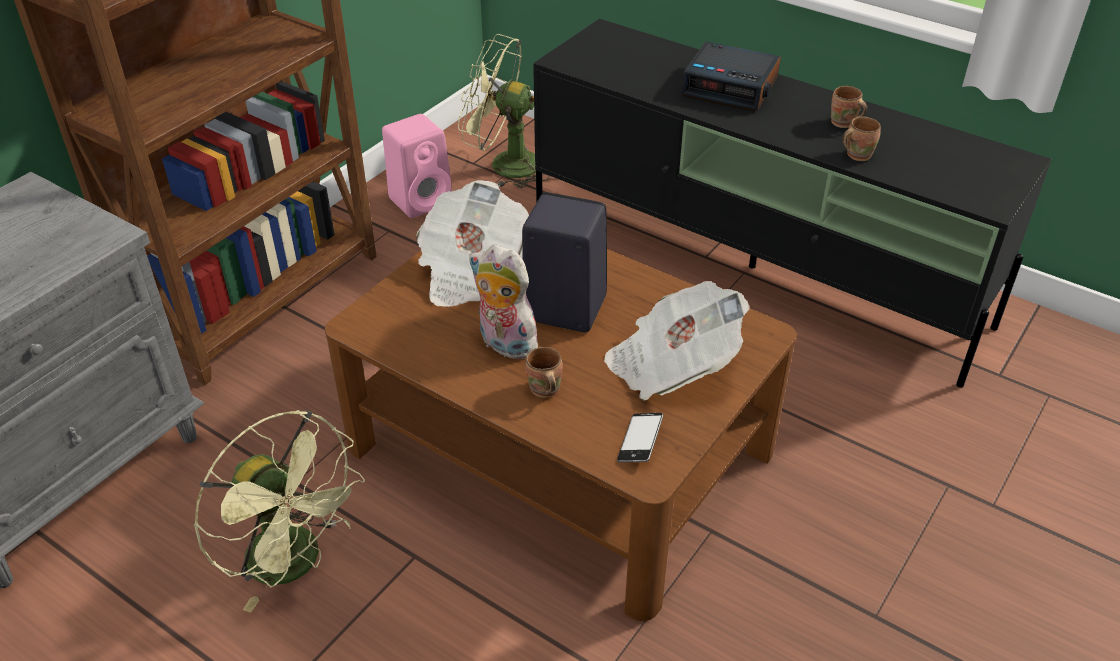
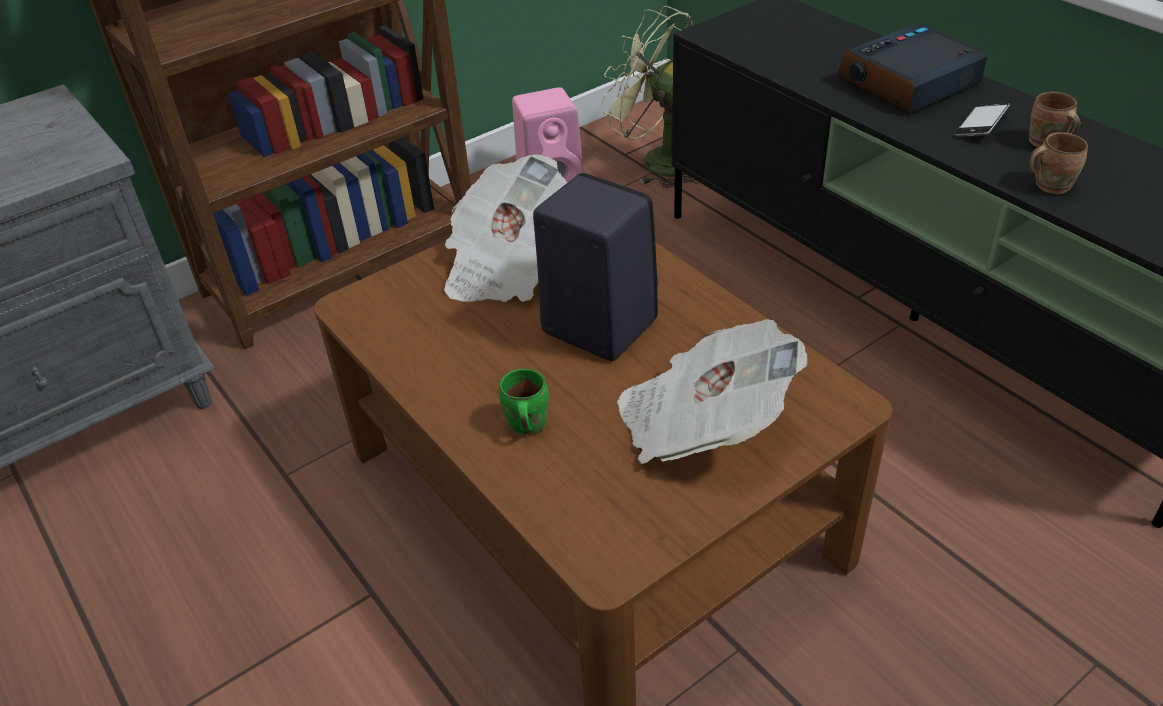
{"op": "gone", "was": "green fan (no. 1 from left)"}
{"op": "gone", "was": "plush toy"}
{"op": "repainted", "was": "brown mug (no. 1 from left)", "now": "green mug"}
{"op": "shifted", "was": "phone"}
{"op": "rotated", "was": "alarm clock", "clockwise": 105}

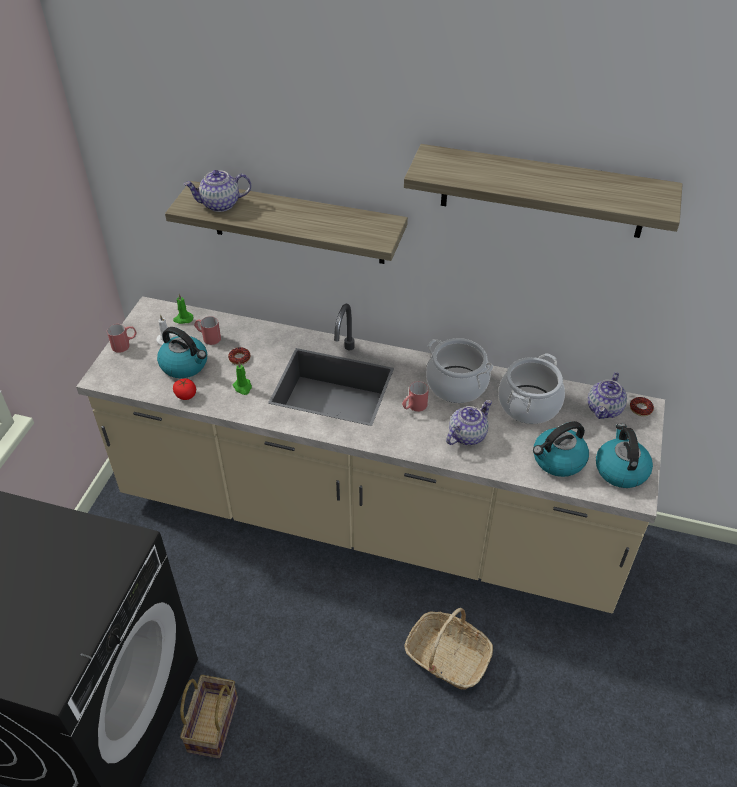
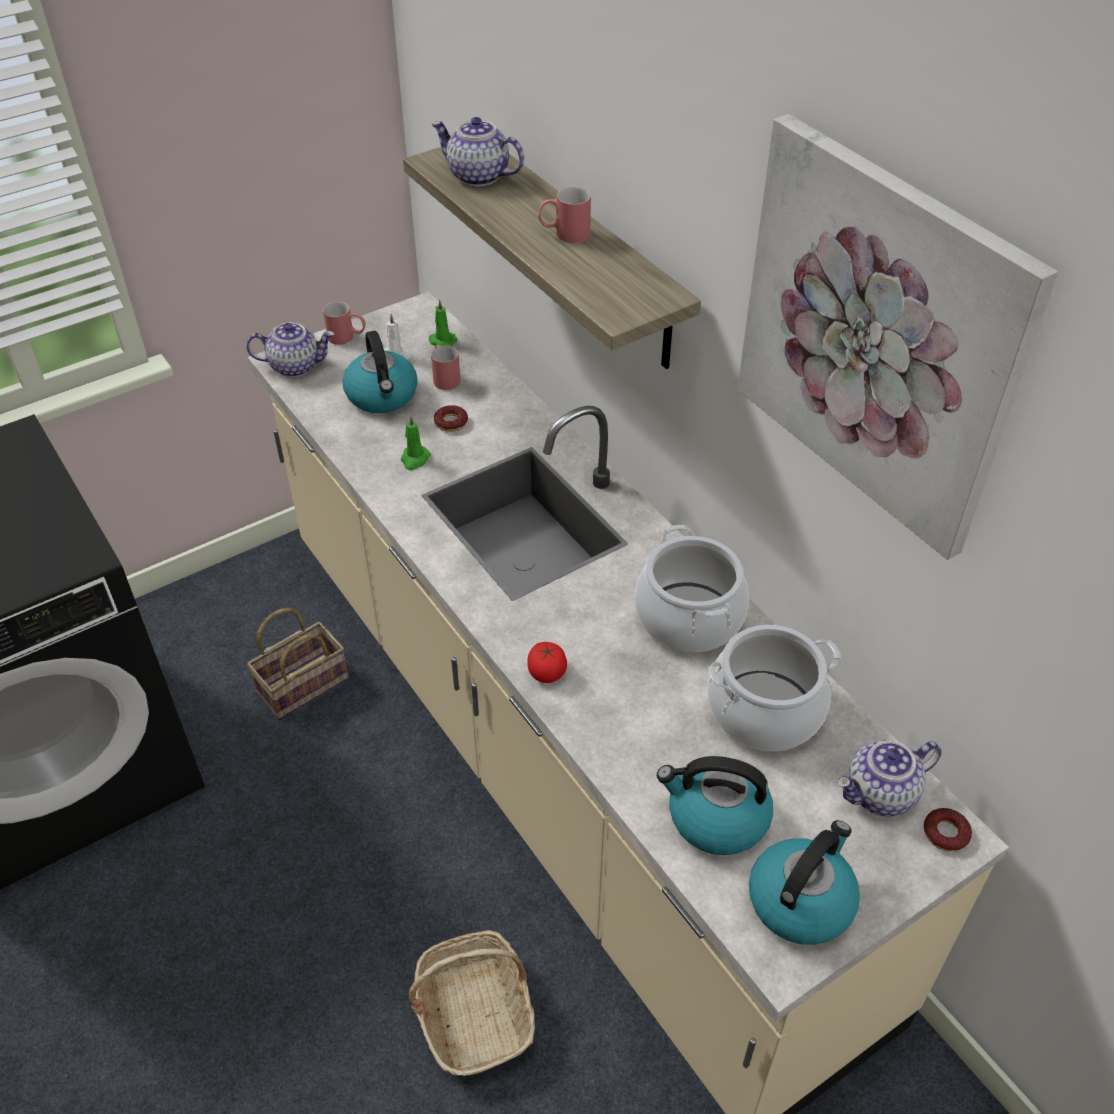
{"op": "shifted", "was": "tomato"}
{"op": "shifted", "was": "basket (no. 1 from left)"}
{"op": "shifted", "was": "red mug (no. 3 from left)"}
{"op": "swapped", "was": "shelf (no. 2 from left)", "now": "picture"}
{"op": "shifted", "was": "teapot (no. 2 from left in the first image)", "now": "teapot (no. 1 from left)"}

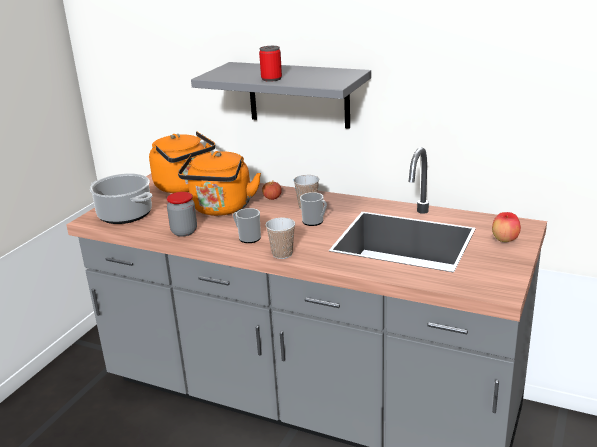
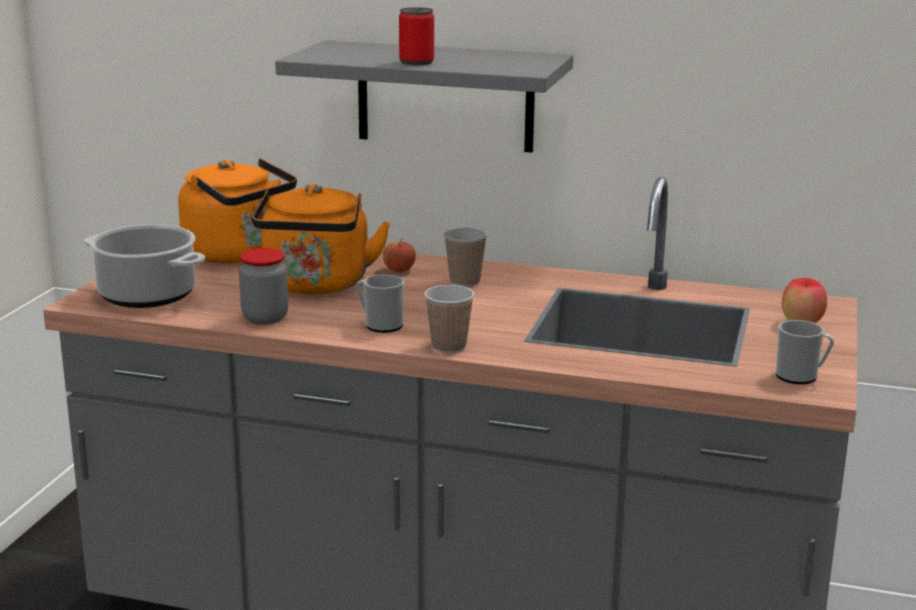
{"op": "shifted", "was": "mug (no. 2 from left)"}

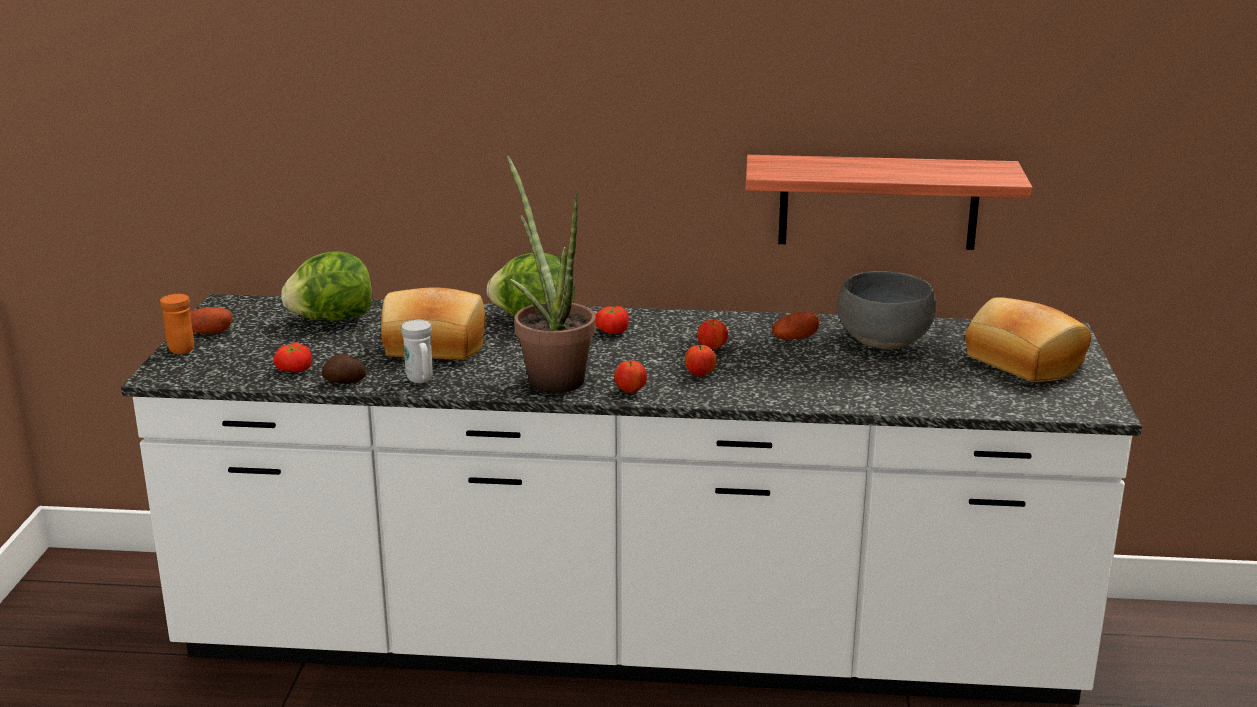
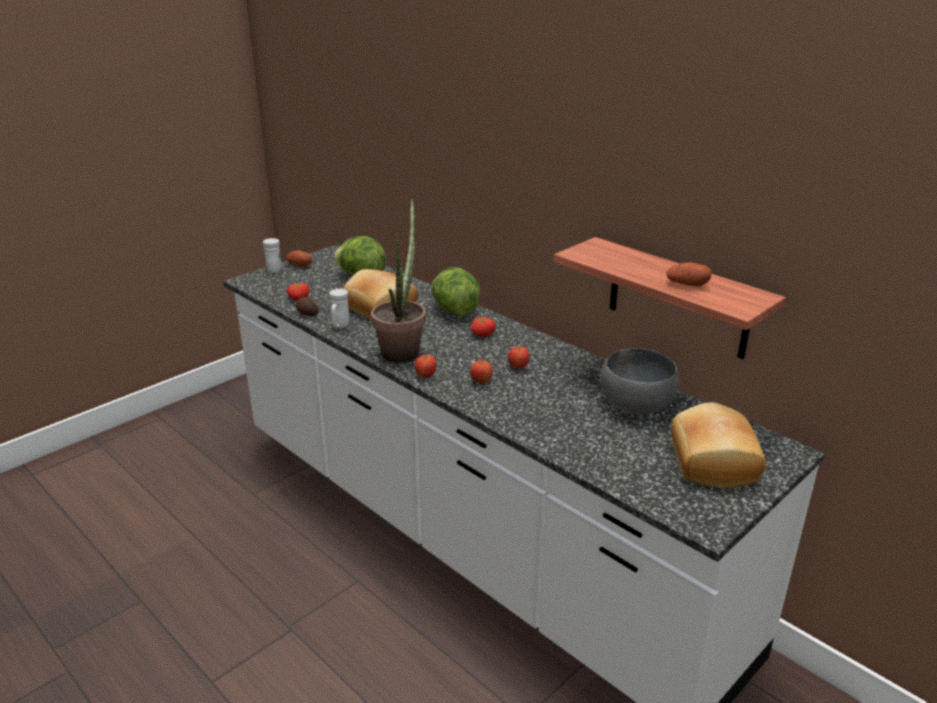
{"op": "repainted", "was": "orange mug", "now": "white mug (no. 1 from left)"}
{"op": "shifted", "was": "potato (no. 3 from left)"}

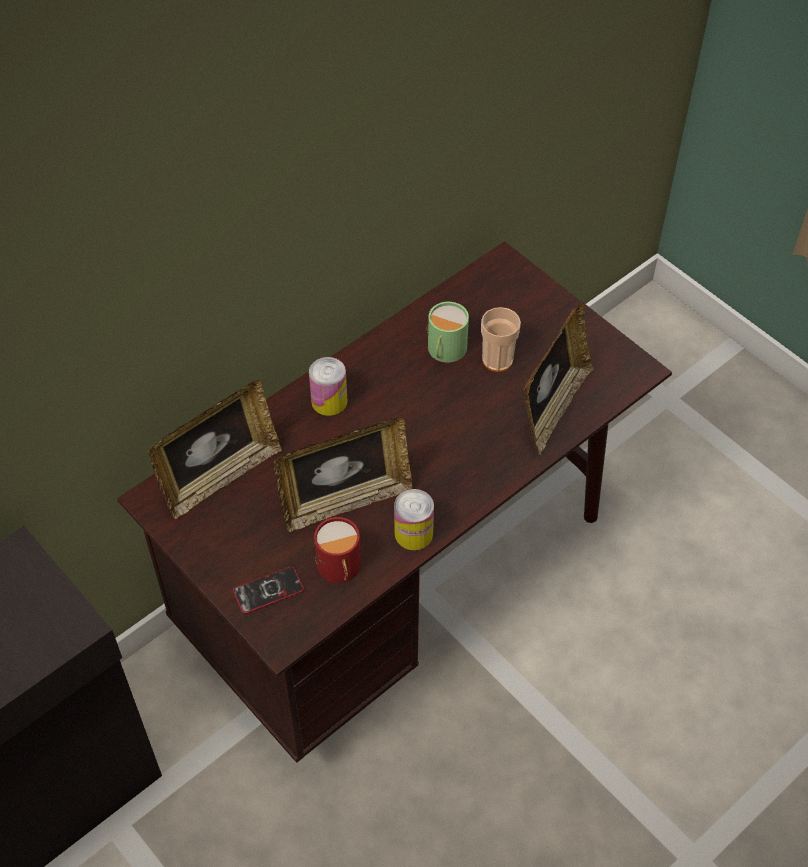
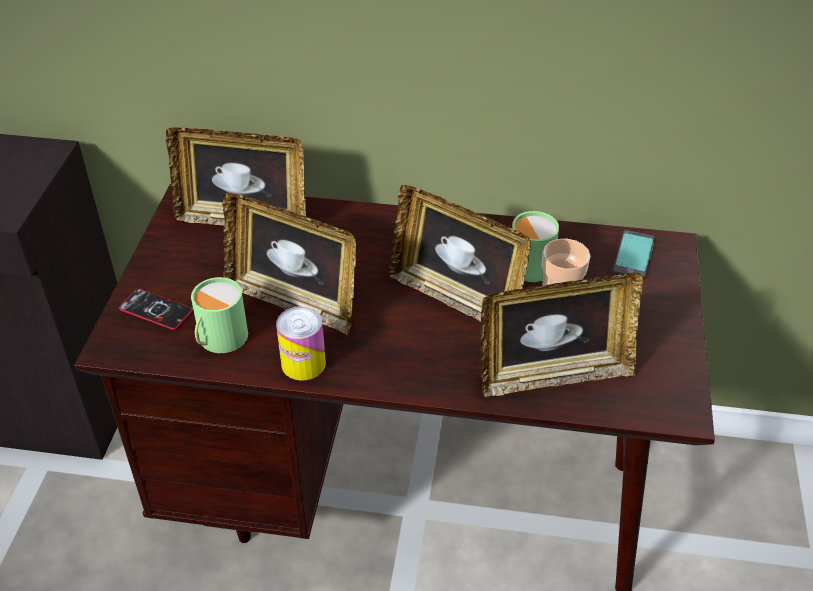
{"op": "gone", "was": "can (no. 1 from left)"}
{"op": "repainted", "was": "red mug", "now": "green mug (no. 1 from left)"}
{"op": "new", "now": "picture frame (no. 3 from left)"}
{"op": "new", "now": "phone (no. 2 from left)"}

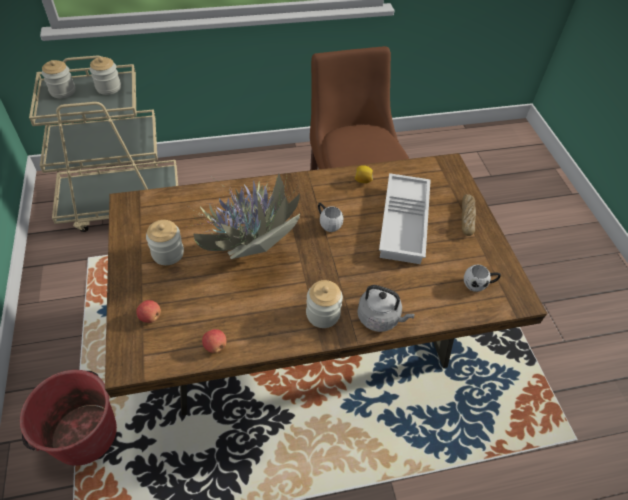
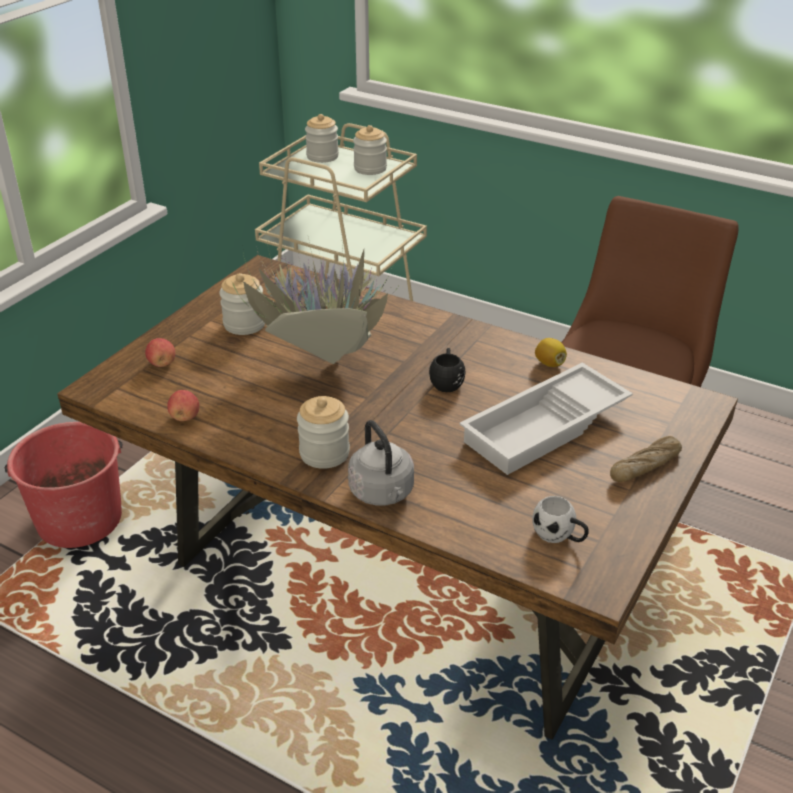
{"op": "repainted", "was": "white mug (no. 1 from left)", "now": "black mug"}

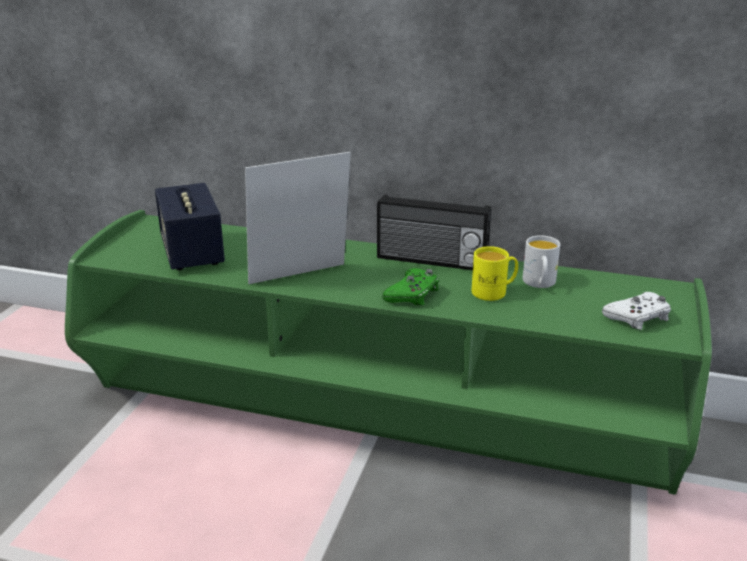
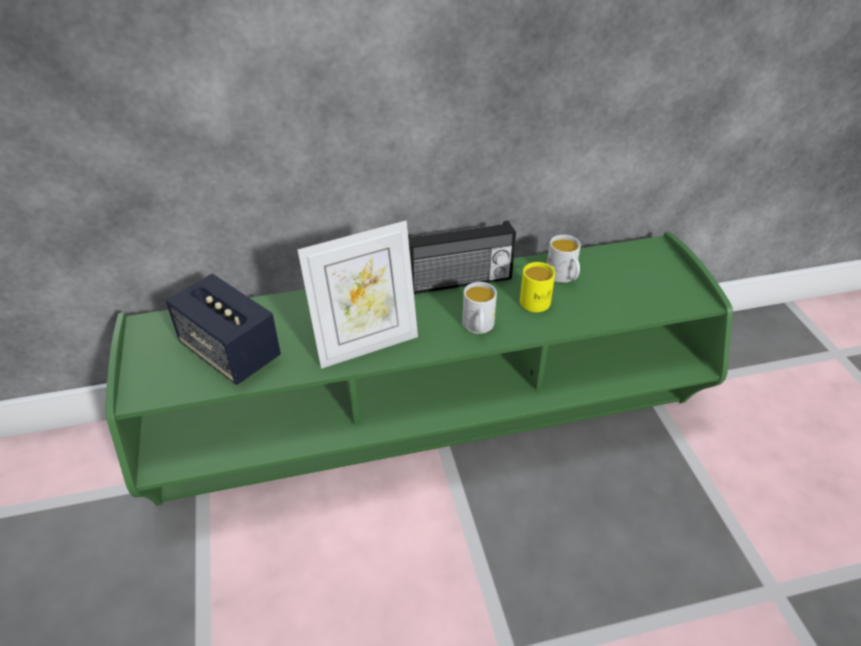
{"op": "rotated", "was": "picture frame", "clockwise": -150}
{"op": "swapped", "was": "green game controller", "now": "white mug (no. 1 from left)"}
{"op": "gone", "was": "white game controller"}

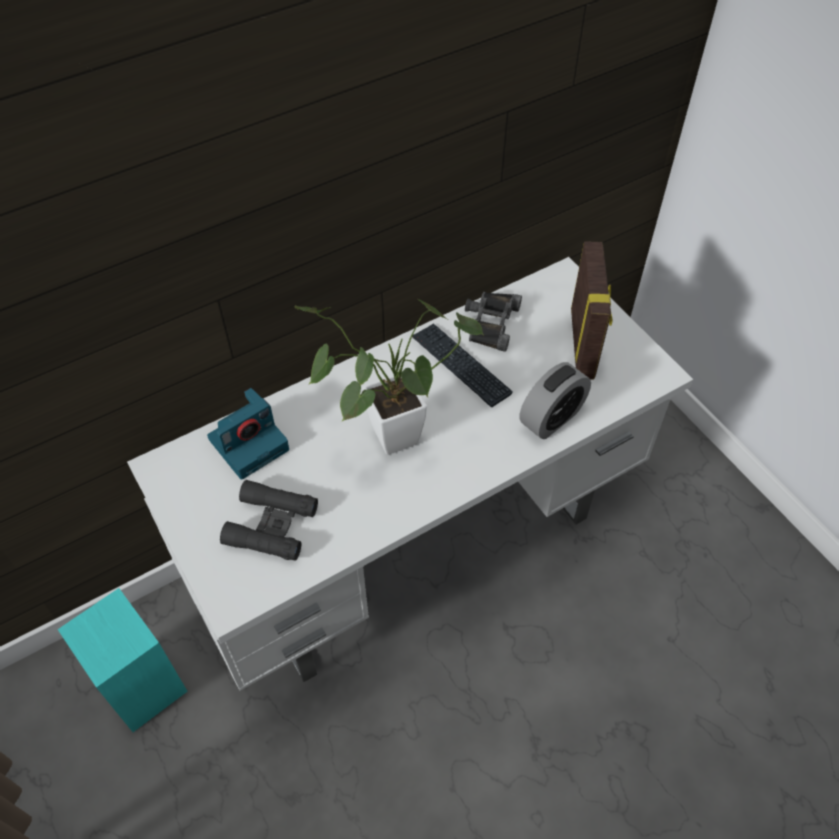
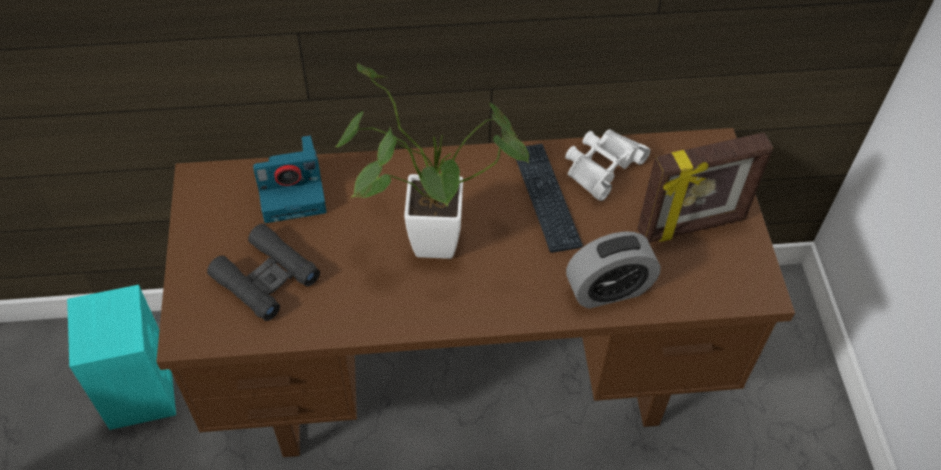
{"op": "repainted", "was": "white desk", "now": "brown desk"}
{"op": "repainted", "was": "black binoculars (no. 2 from left)", "now": "white binoculars"}
{"op": "rotated", "was": "picture frame", "clockwise": 45}

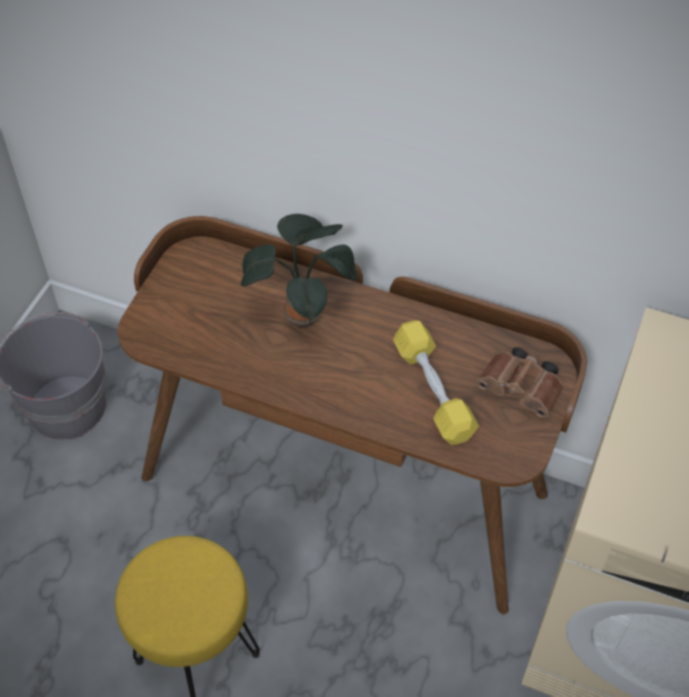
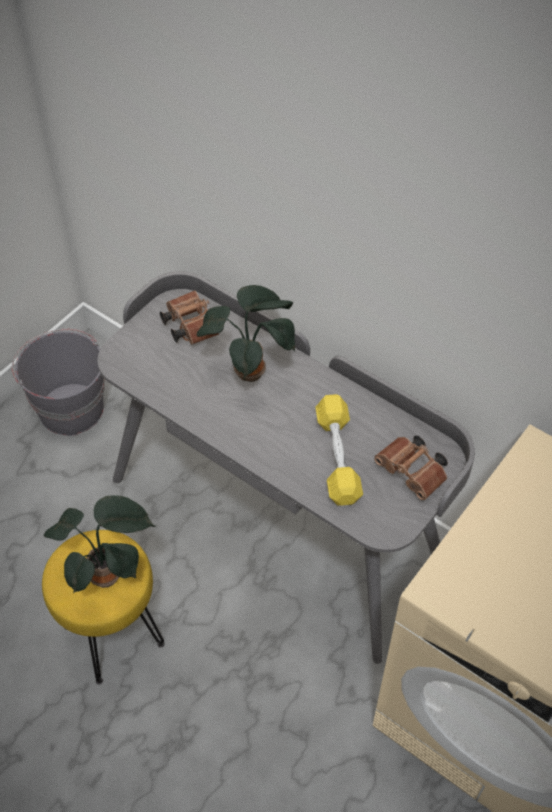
{"op": "repainted", "was": "brown desk", "now": "grey desk"}
{"op": "new", "now": "potted plant (no. 1 from left)"}
{"op": "new", "now": "brown binoculars (no. 1 from left)"}

